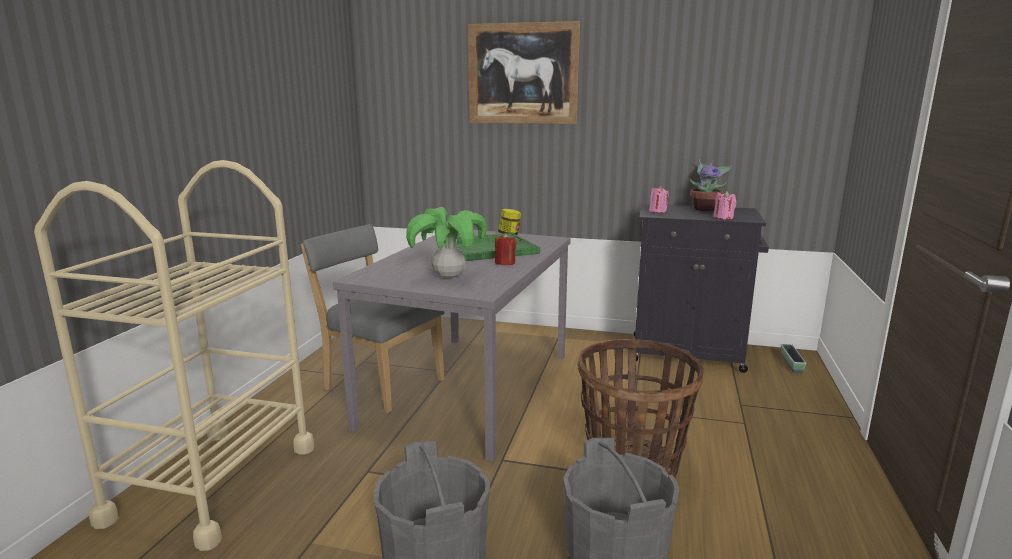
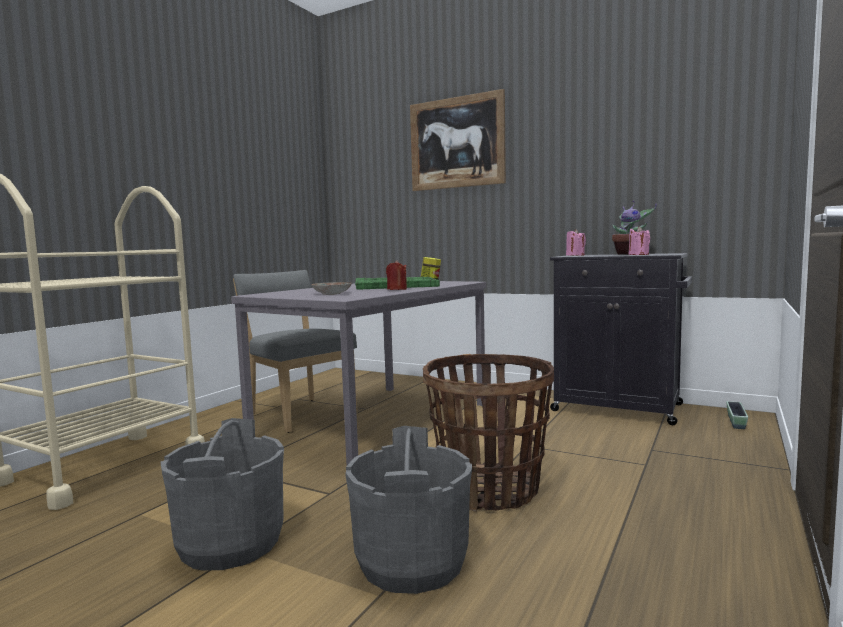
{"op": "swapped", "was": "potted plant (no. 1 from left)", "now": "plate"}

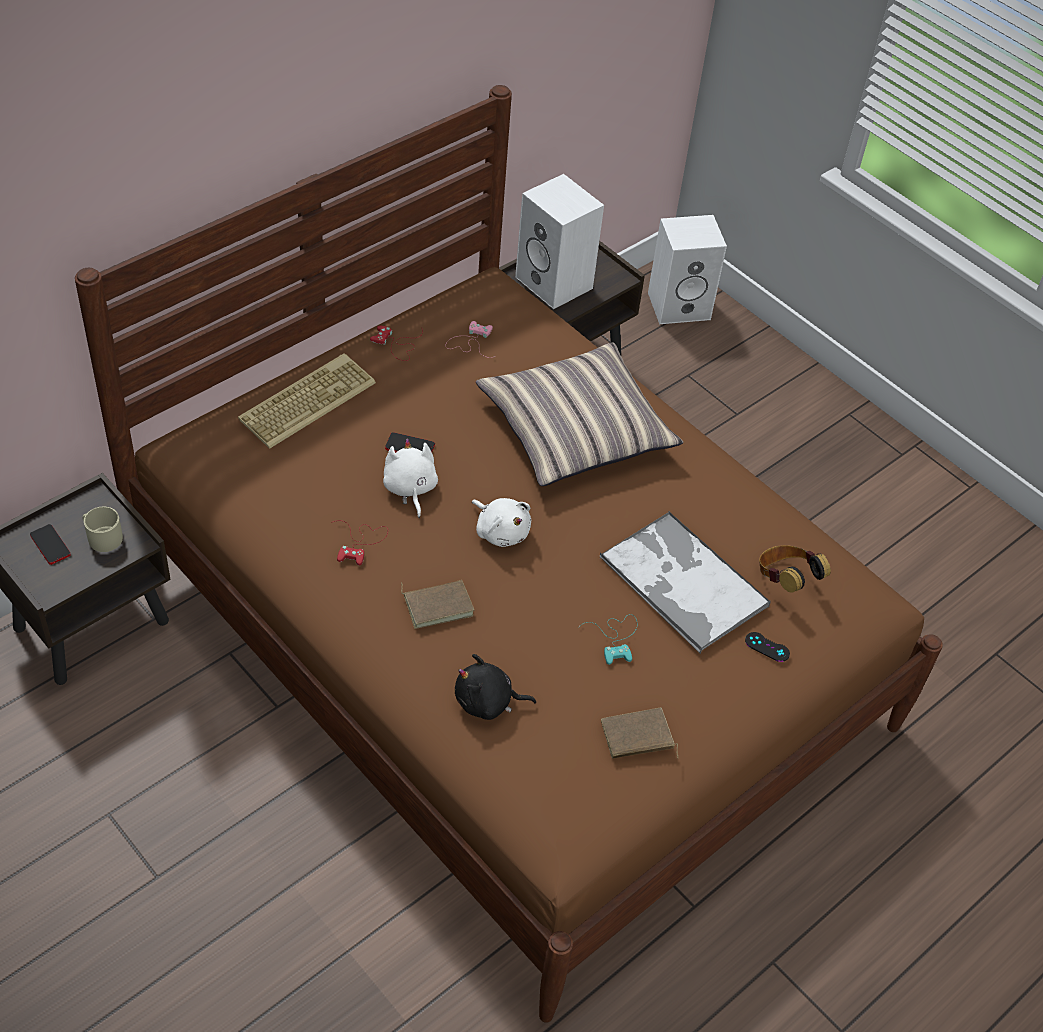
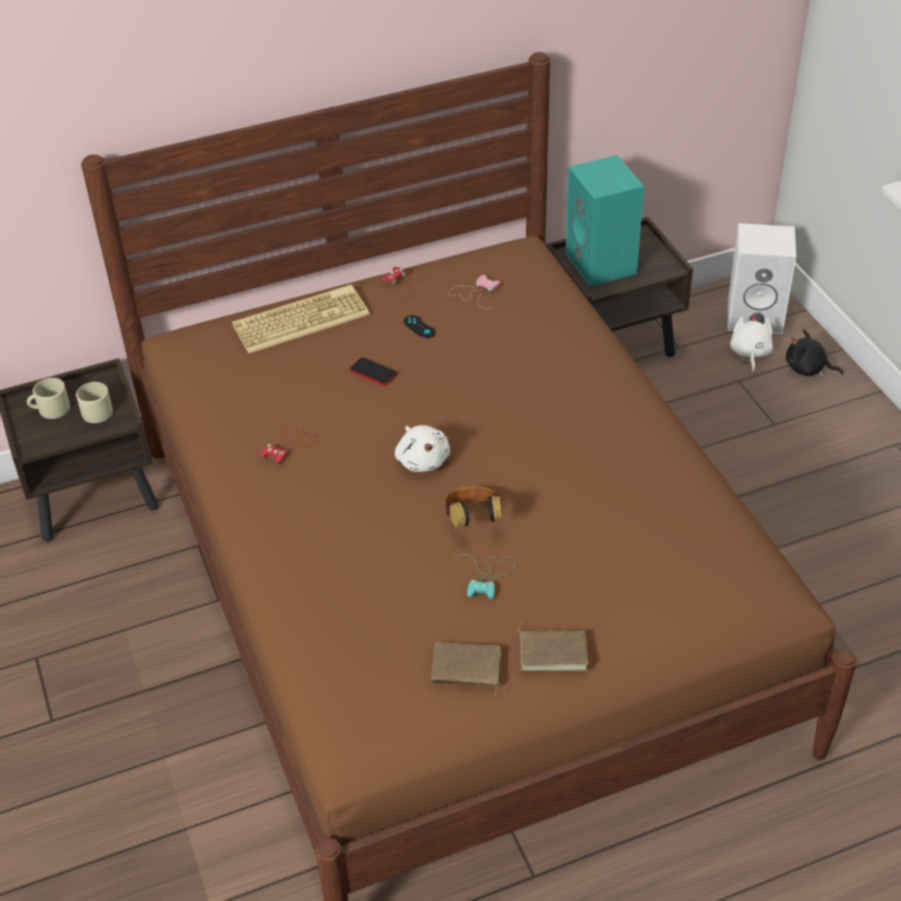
{"op": "swapped", "was": "phone (no. 1 from left)", "now": "beige mug (no. 1 from left)"}
{"op": "shifted", "was": "white plush toy (no. 1 from left in the first image)", "now": "white plush toy (no. 2 from left)"}
{"op": "shifted", "was": "brown book (no. 1 from left in the first image)", "now": "brown book (no. 2 from left)"}
{"op": "shifted", "was": "black plush toy"}
{"op": "gone", "was": "pillow"}
{"op": "repainted", "was": "white speaker (no. 1 from left)", "now": "turquoise speaker"}
{"op": "gone", "was": "tray"}
{"op": "shifted", "was": "black game controller"}
{"op": "shifted", "was": "headphones"}

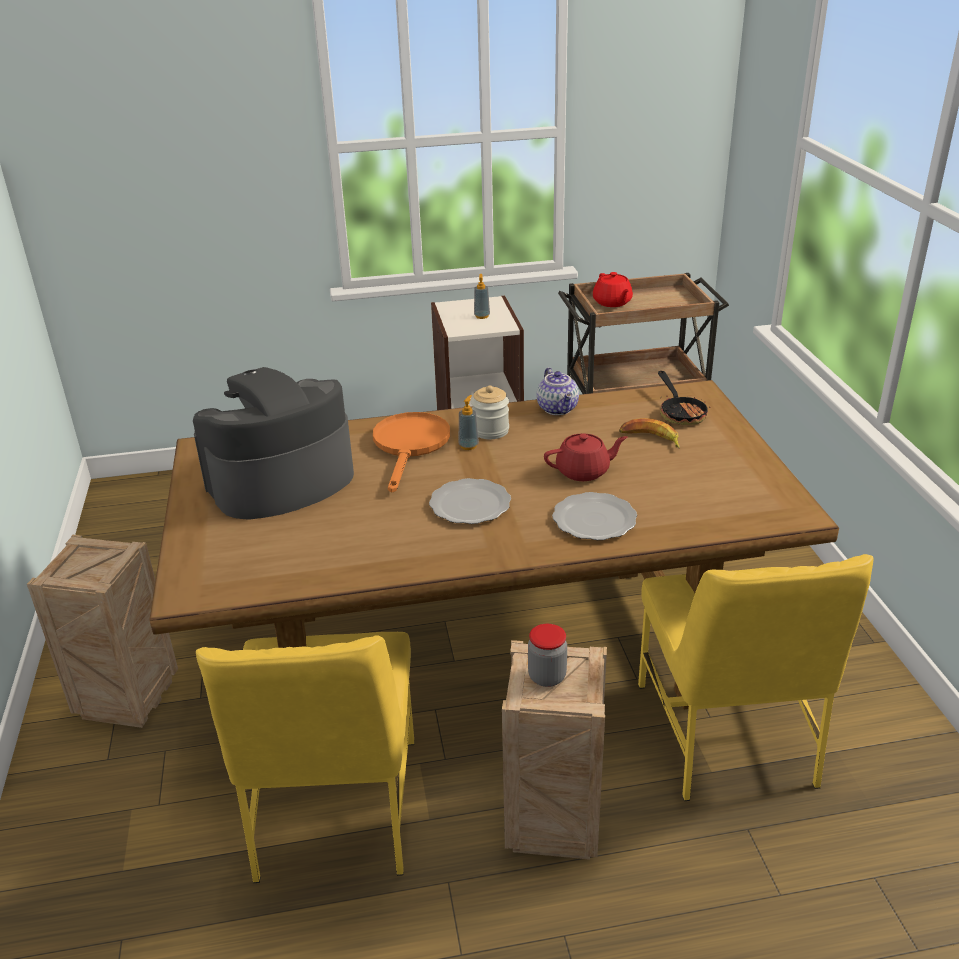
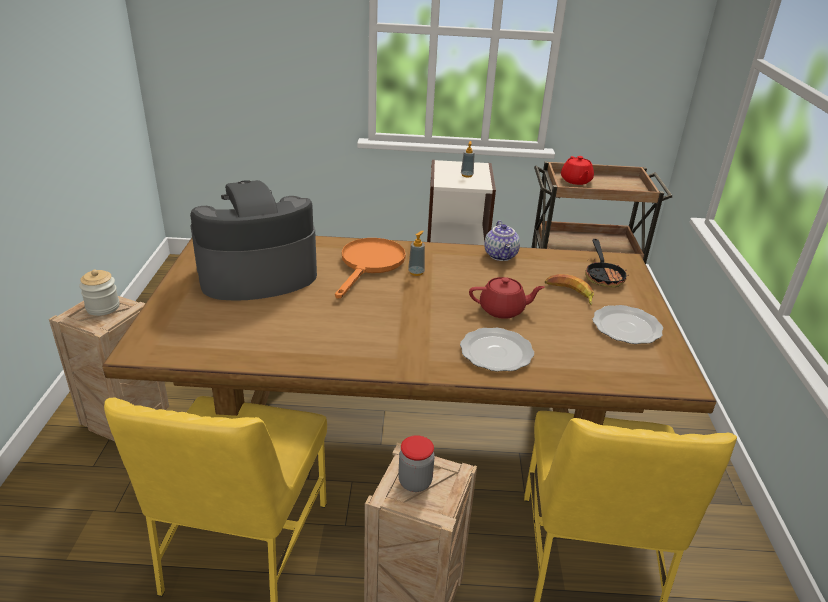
{"op": "shifted", "was": "plate (no. 1 from left in the first image)", "now": "plate (no. 2 from left)"}
{"op": "shifted", "was": "jar (no. 1 from left)"}

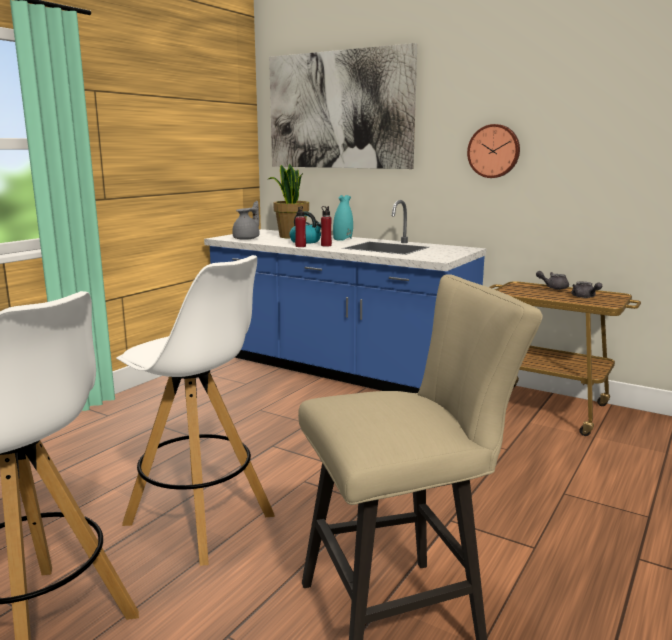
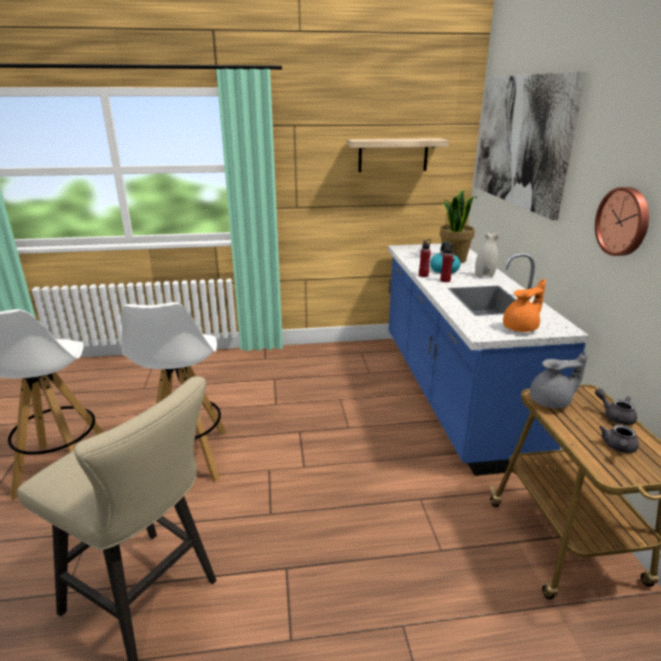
{"op": "shifted", "was": "grey teapot (no. 1 from left)"}
{"op": "repainted", "was": "turquoise vase", "now": "white vase"}
{"op": "new", "now": "shelf"}
{"op": "new", "now": "orange teapot"}

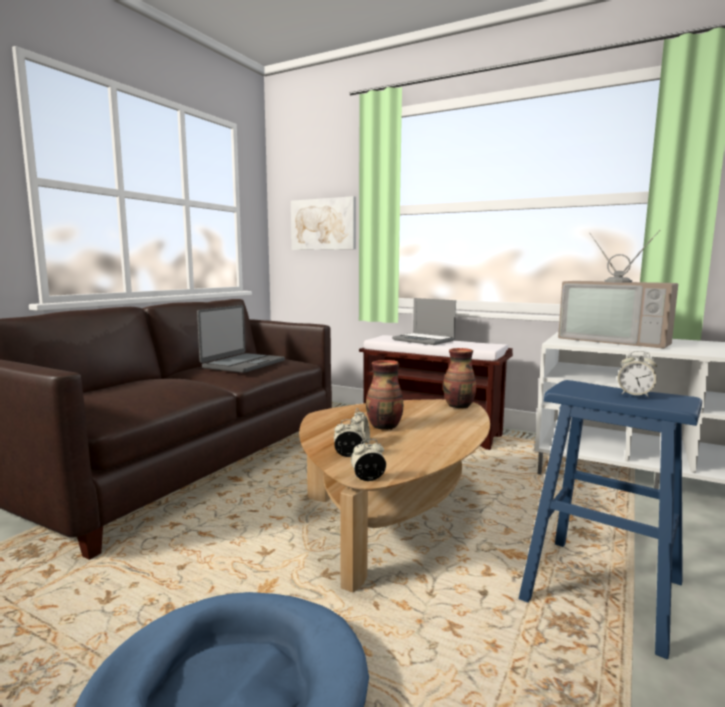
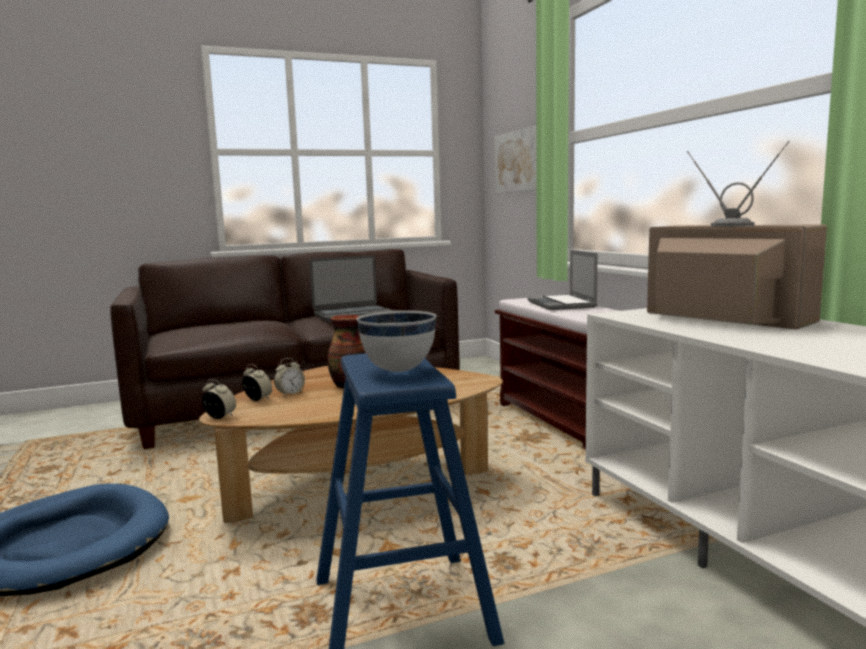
{"op": "gone", "was": "vase (no. 2 from left)"}
{"op": "rotated", "was": "television", "clockwise": 150}
{"op": "swapped", "was": "alarm clock (no. 4 from left)", "now": "white bowl"}

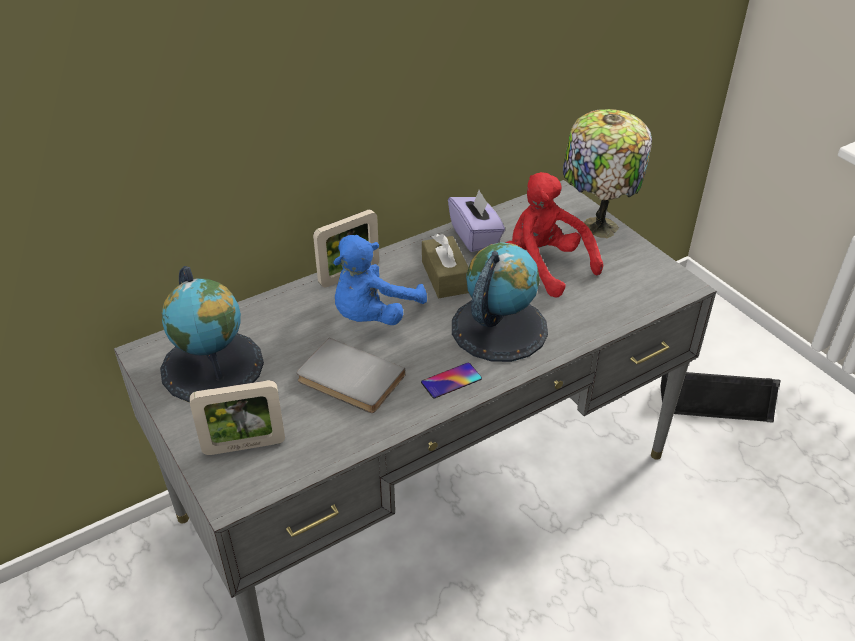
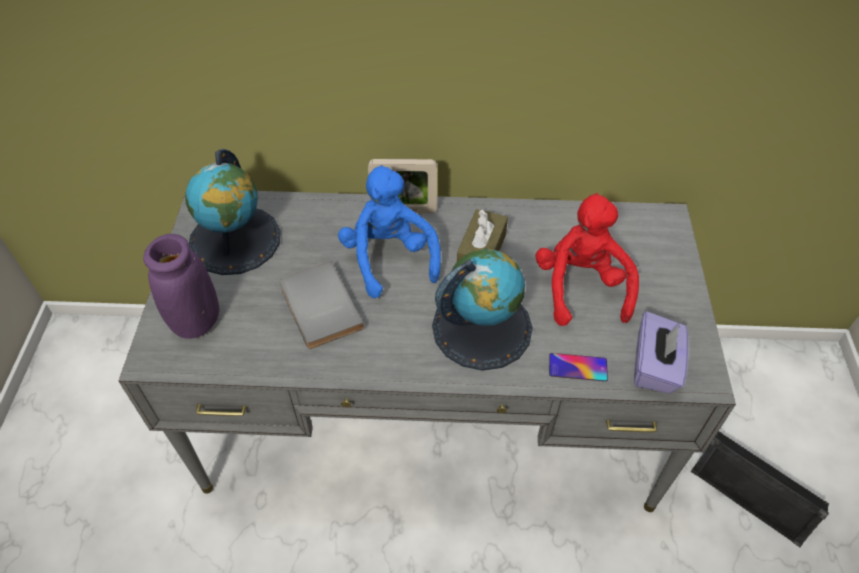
{"op": "swapped", "was": "picture frame (no. 1 from left)", "now": "purple vase"}
{"op": "rotated", "was": "blue plush toy", "clockwise": 90}
{"op": "shifted", "was": "phone"}
{"op": "shifted", "was": "purple tissue box"}
{"op": "gone", "was": "table lamp"}

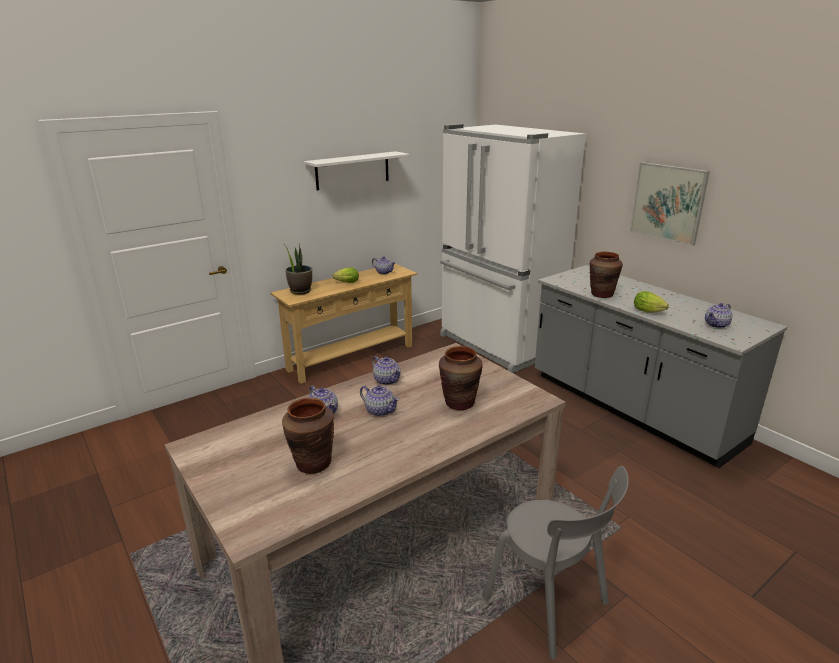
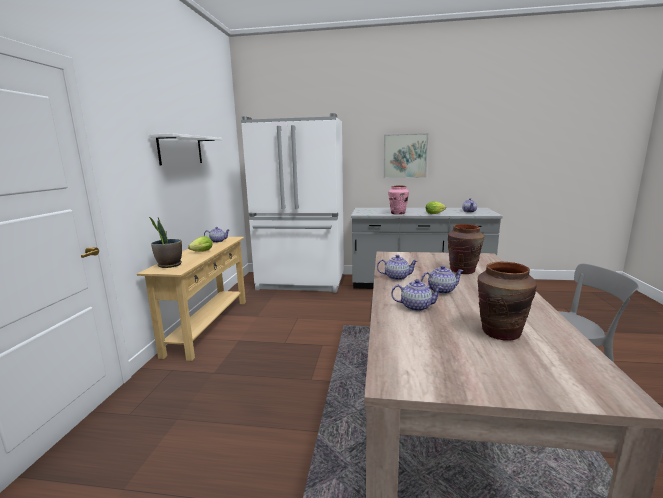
{"op": "repainted", "was": "brown vase (no. 3 from left)", "now": "pink vase"}

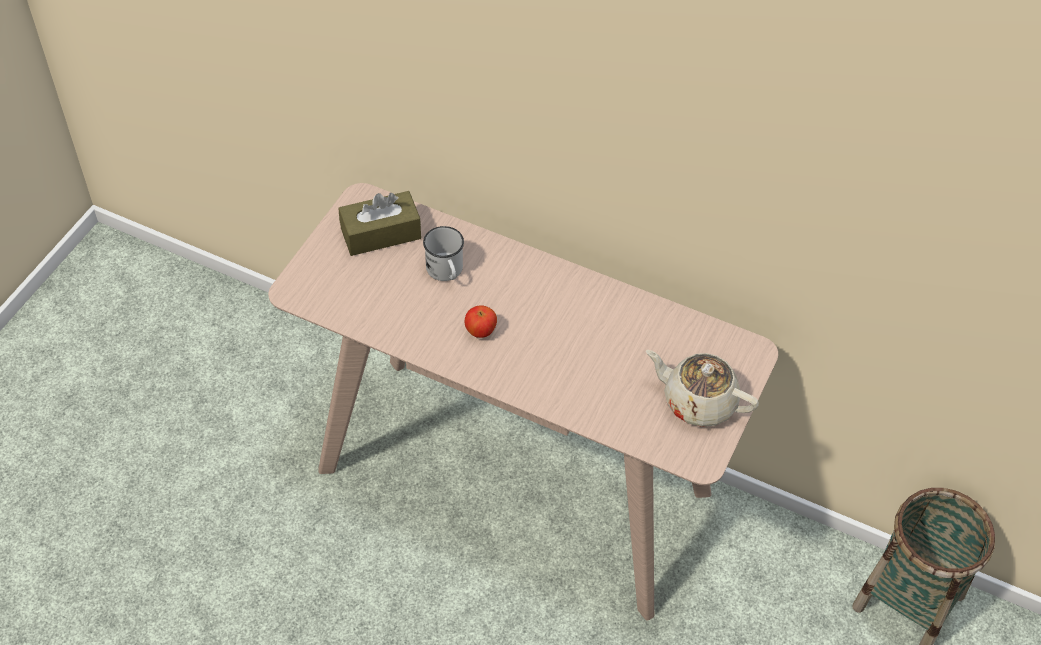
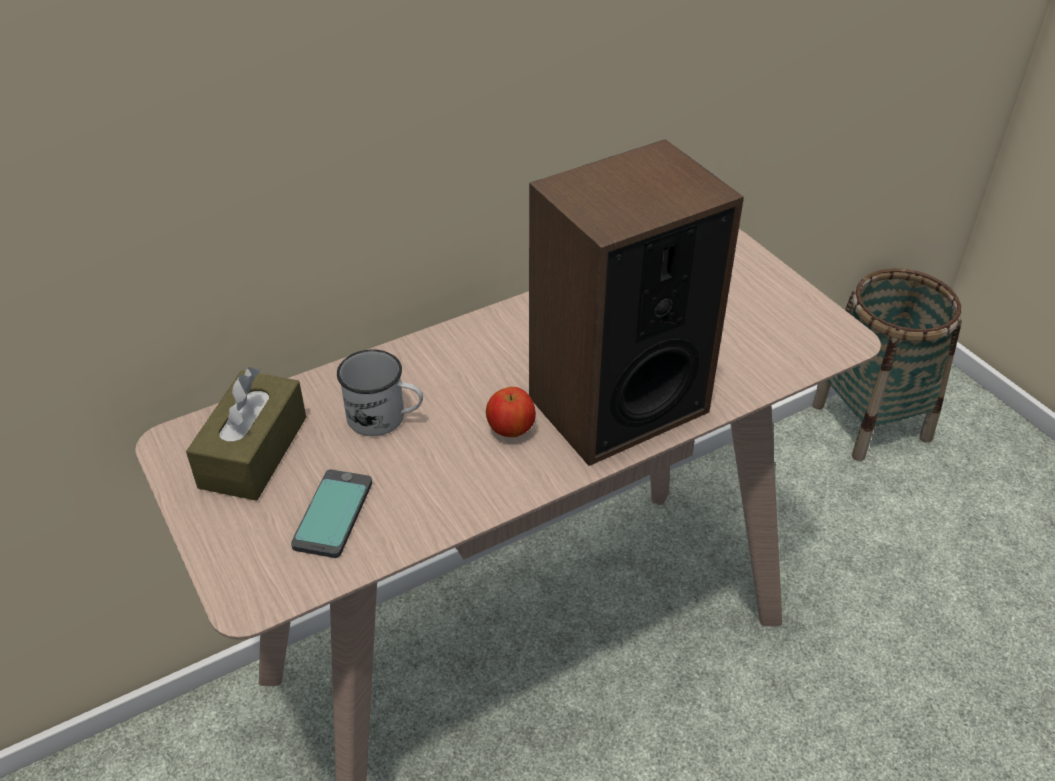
{"op": "gone", "was": "beige teapot"}
{"op": "new", "now": "phone"}
{"op": "new", "now": "speaker"}

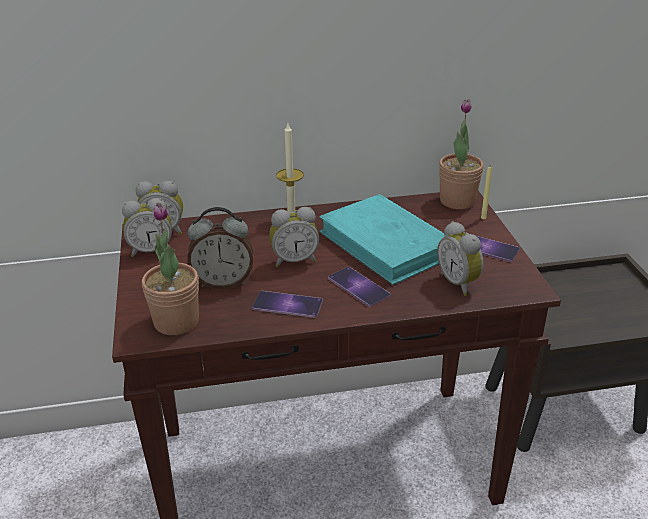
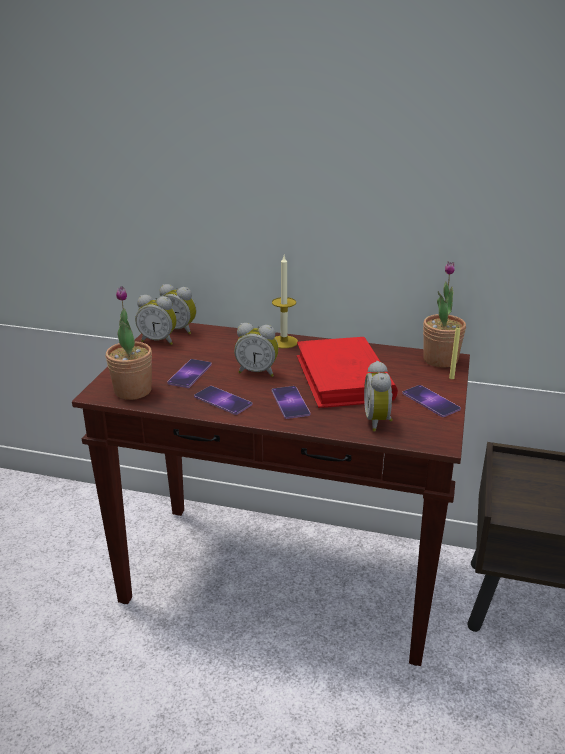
{"op": "swapped", "was": "alarm clock (no. 3 from left)", "now": "phone (no. 1 from left)"}
{"op": "repainted", "was": "turquoise book", "now": "red book"}

